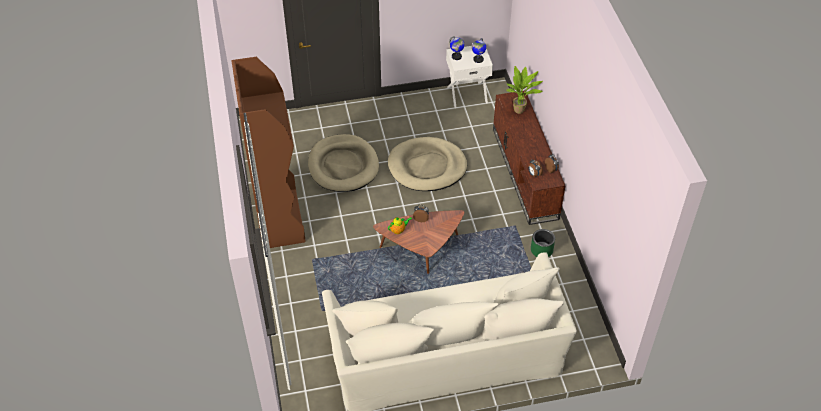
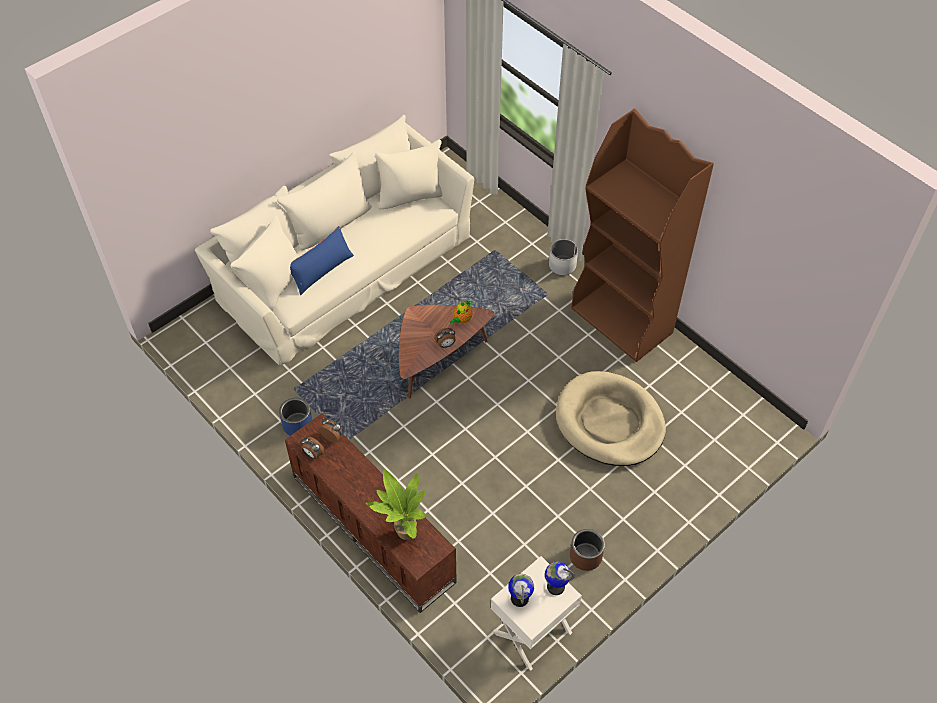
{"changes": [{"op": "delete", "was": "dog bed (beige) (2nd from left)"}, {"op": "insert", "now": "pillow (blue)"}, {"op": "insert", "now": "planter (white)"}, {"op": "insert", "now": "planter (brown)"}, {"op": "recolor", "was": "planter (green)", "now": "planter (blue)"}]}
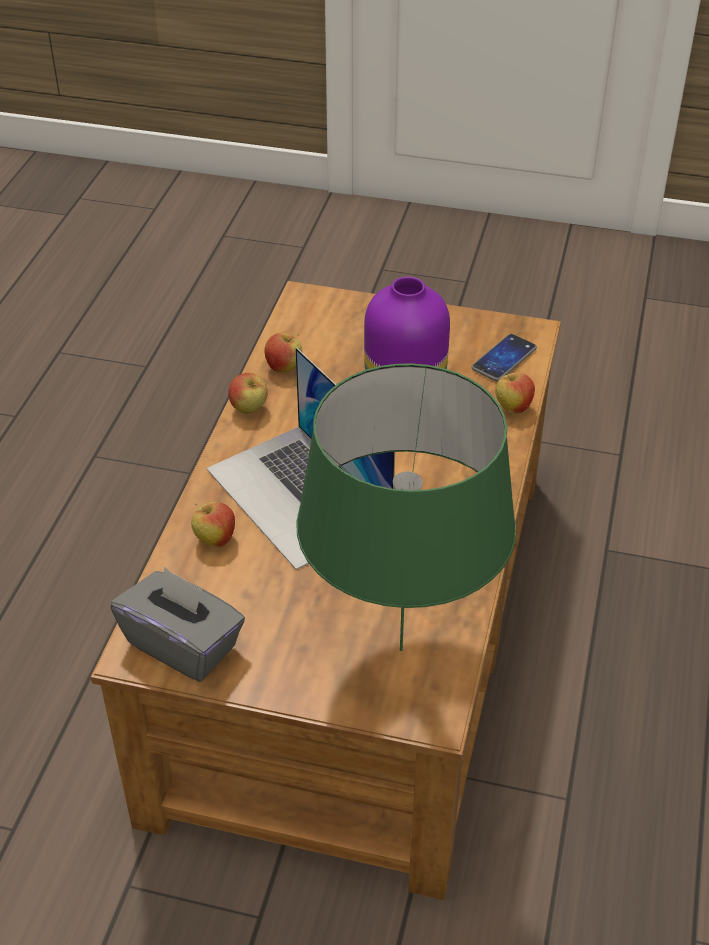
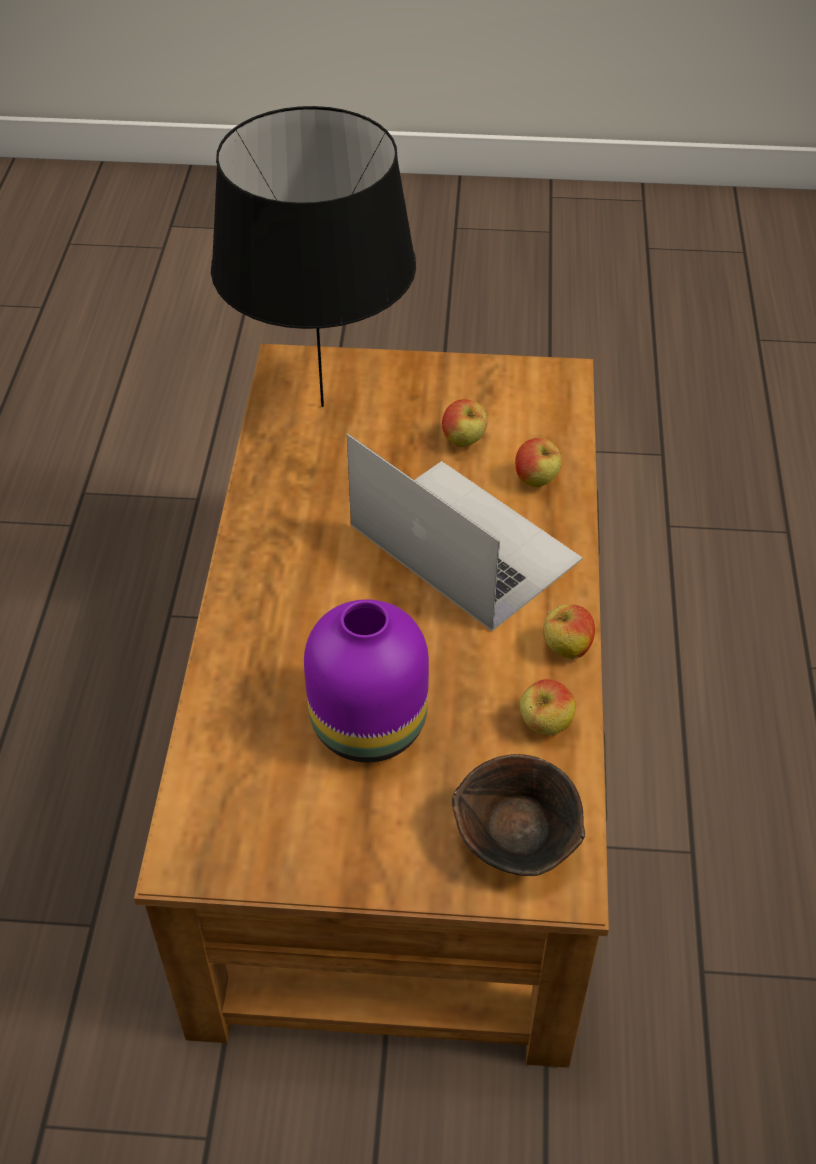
{"changes": [{"op": "delete", "was": "tissue box (grey)"}, {"op": "delete", "was": "phone"}, {"op": "insert", "now": "bowl (brown)"}, {"op": "move", "was": "apple (4th from left in the first image)", "now": "apple (1st from left)"}, {"op": "recolor", "was": "table lamp (green)", "now": "table lamp (black)"}]}
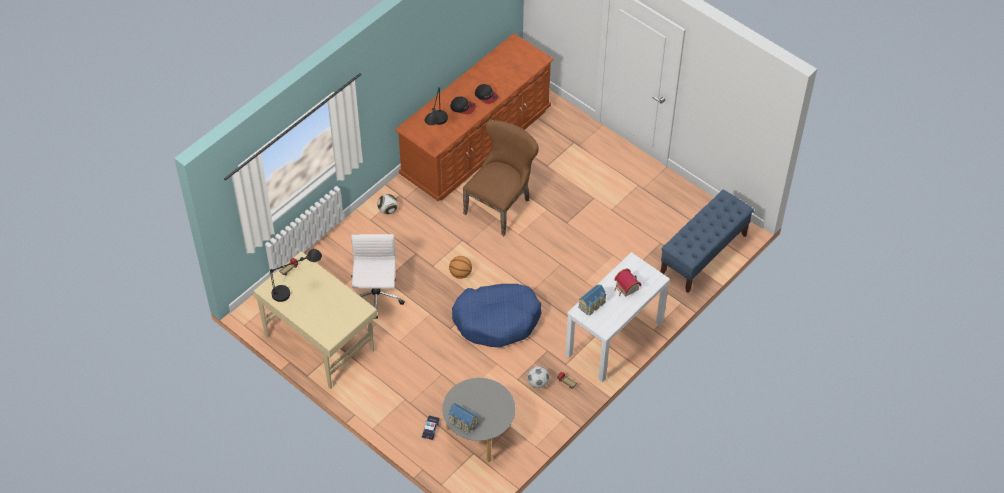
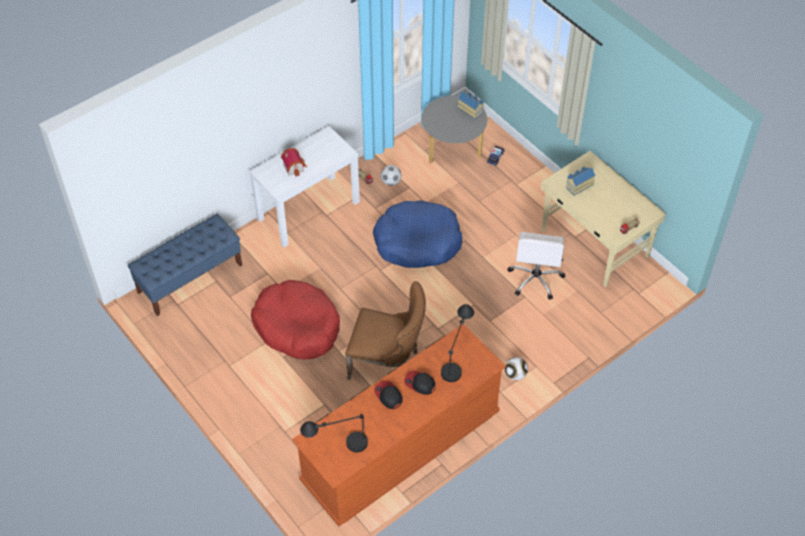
{"changes": [{"op": "delete", "was": "basketball"}, {"op": "insert", "now": "dog bed (red)"}, {"op": "move", "was": "table lamp (black) (1st from left)"}, {"op": "move", "was": "toy house (2nd from left in the first image)", "now": "toy house (3rd from left)"}, {"op": "rotate", "was": "chair (brown)", "clockwise": -120}]}
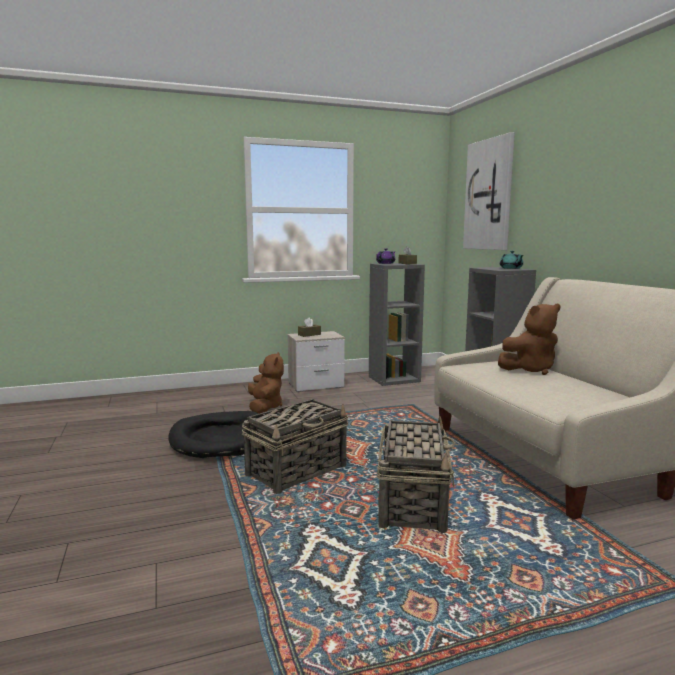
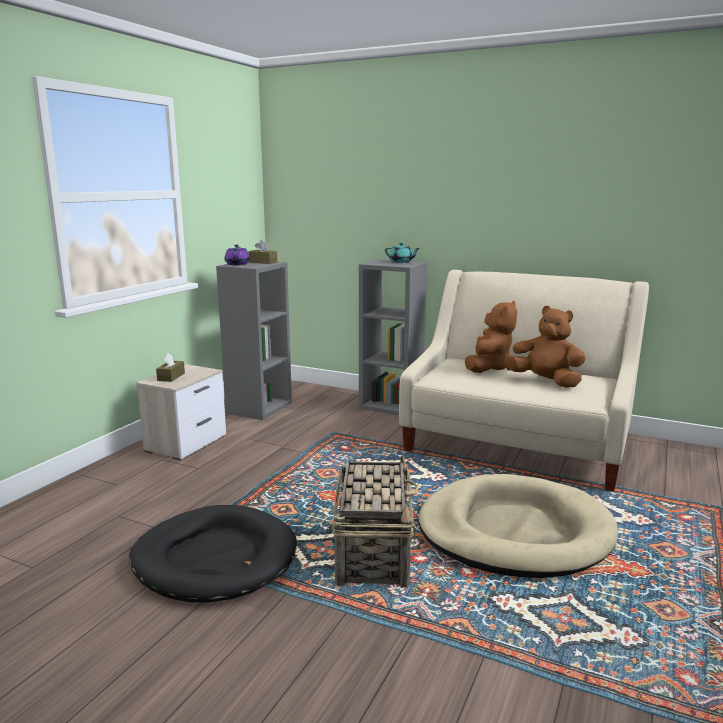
{"changes": [{"op": "delete", "was": "picture"}, {"op": "move", "was": "plush toy (brown) (1st from left in the first image)", "now": "plush toy (brown) (2nd from left)"}, {"op": "replace", "was": "basket (2nd from left)", "now": "dog bed (beige)"}]}
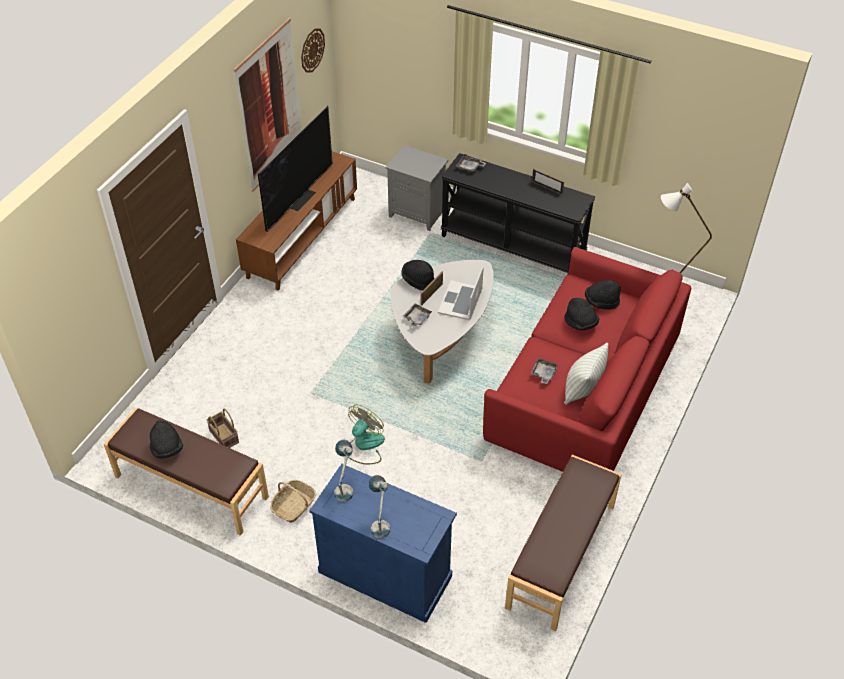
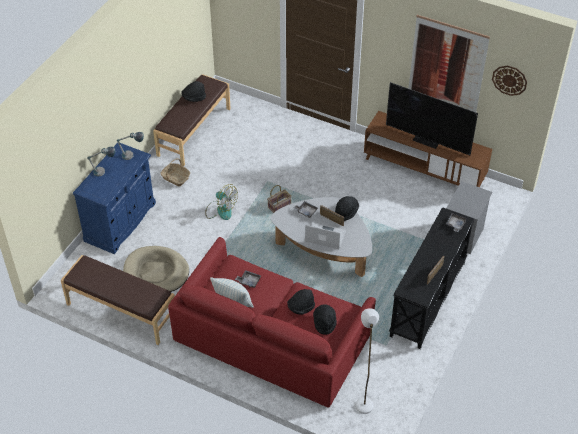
{"changes": [{"op": "insert", "now": "dog bed (beige)"}, {"op": "move", "was": "basket (1st from left in the first image)", "now": "basket (2nd from left)"}]}
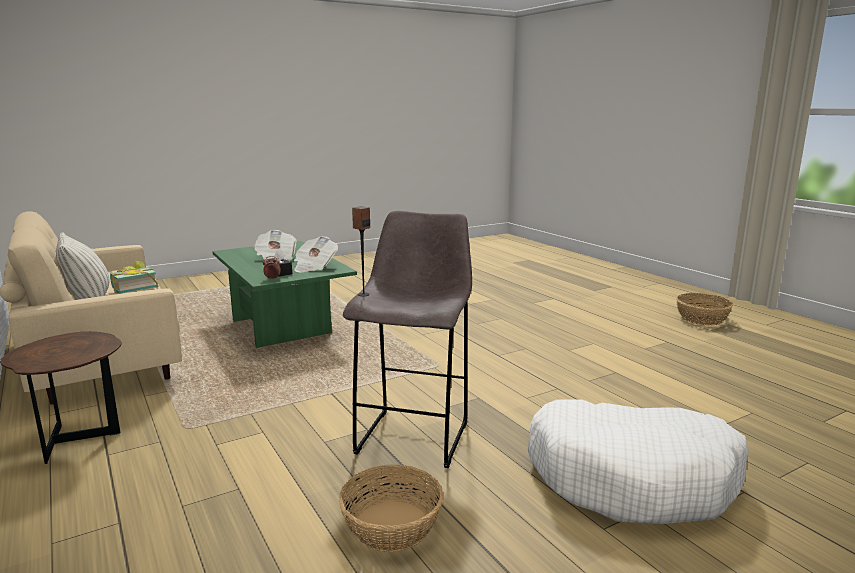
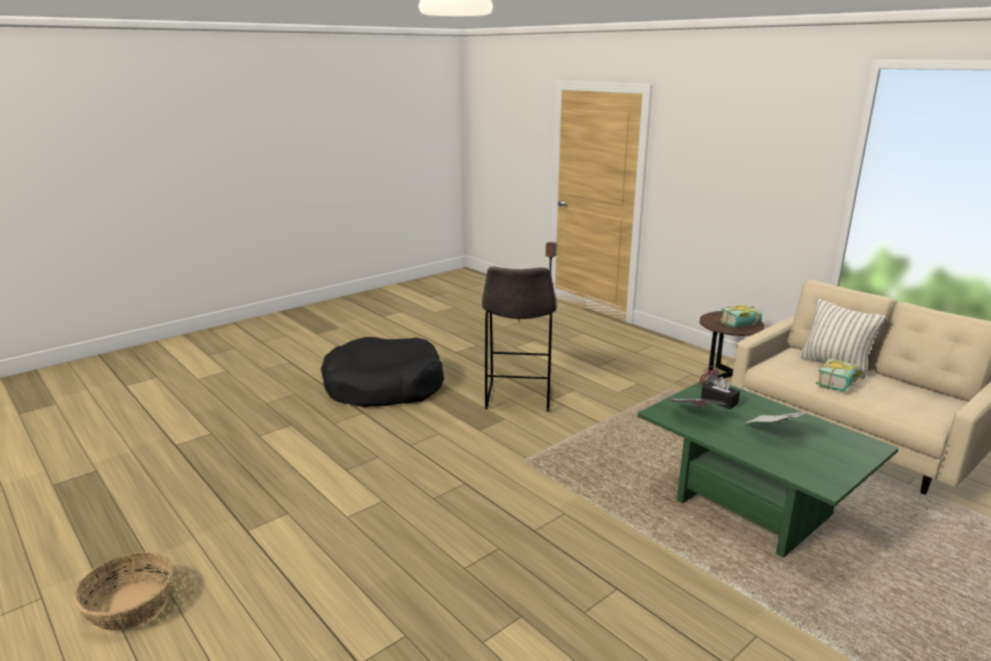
{"changes": [{"op": "delete", "was": "basket (1st from left)"}, {"op": "insert", "now": "book (1st from left)"}, {"op": "recolor", "was": "dog bed (white)", "now": "dog bed (black)"}]}
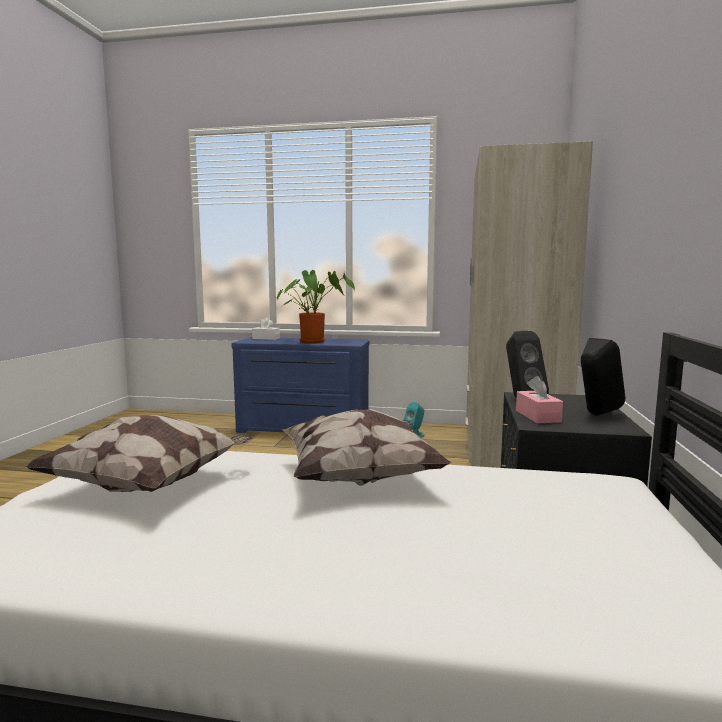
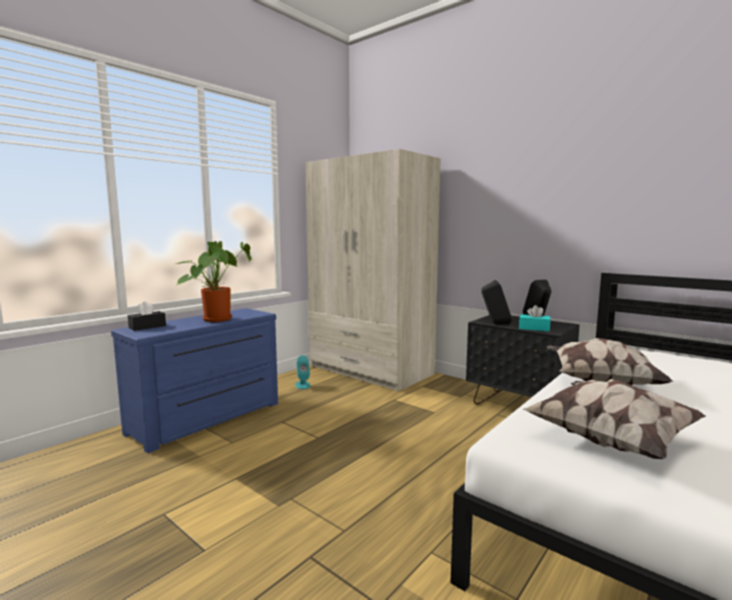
{"changes": [{"op": "recolor", "was": "tissue box (white)", "now": "tissue box (black)"}, {"op": "recolor", "was": "tissue box (pink)", "now": "tissue box (turquoise)"}]}
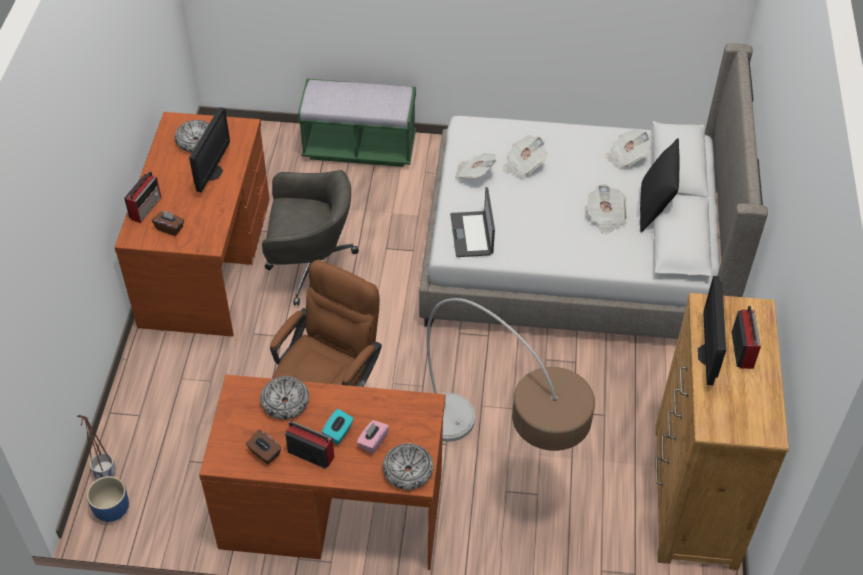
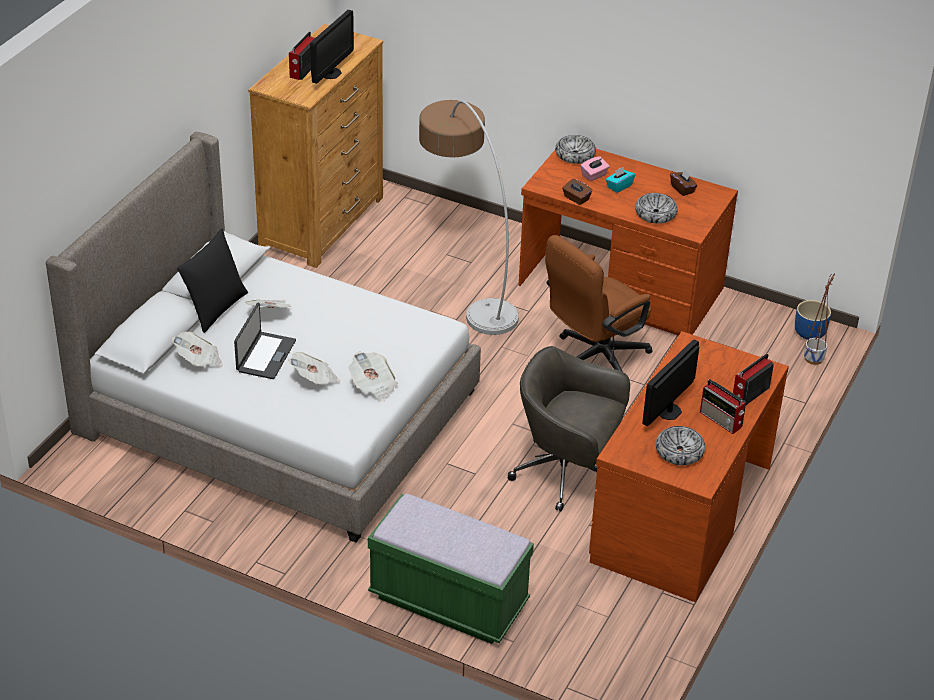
{"changes": [{"op": "move", "was": "tissue box (brown) (1st from left)"}, {"op": "move", "was": "radio (2nd from left)"}, {"op": "move", "was": "laptop"}]}
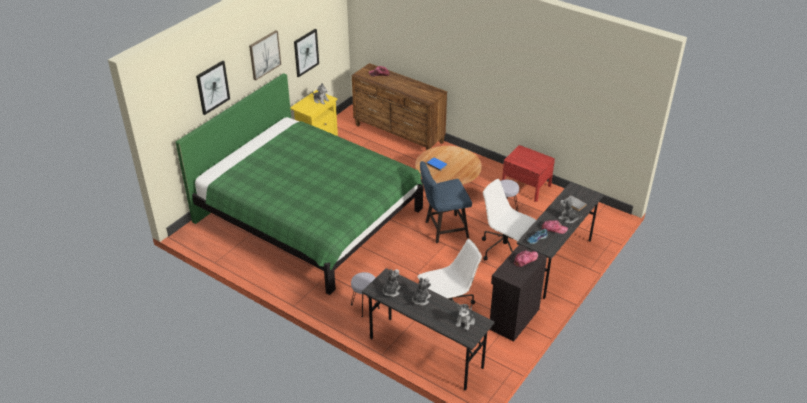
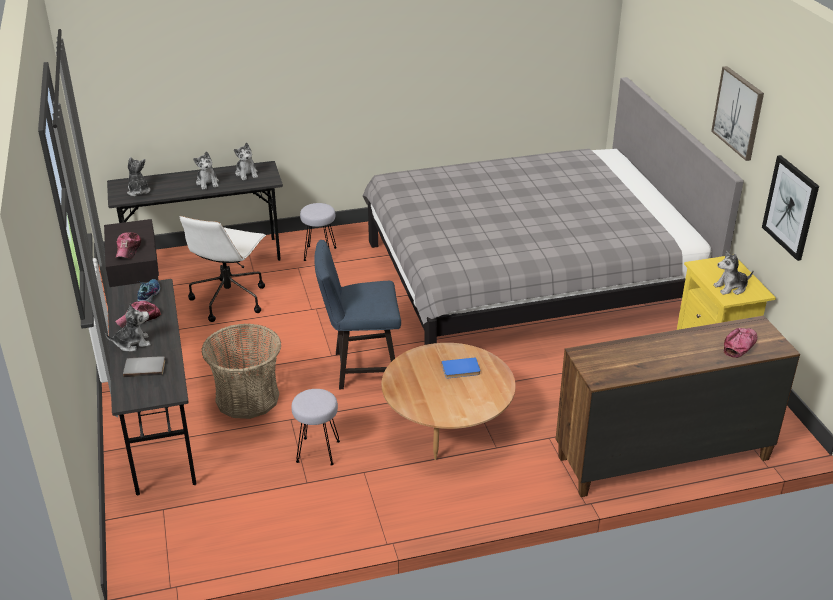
{"changes": [{"op": "delete", "was": "picture (1st from left)"}, {"op": "delete", "was": "nightstand (red)"}, {"op": "replace", "was": "office chair (white) (2nd from left)", "now": "basket"}, {"op": "recolor", "was": "bed (green)", "now": "bed (grey)"}, {"op": "rotate", "was": "chair (blue)", "clockwise": -120}]}
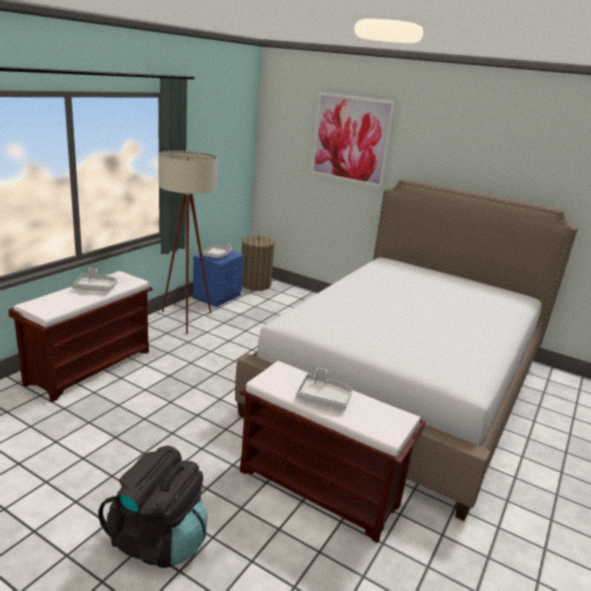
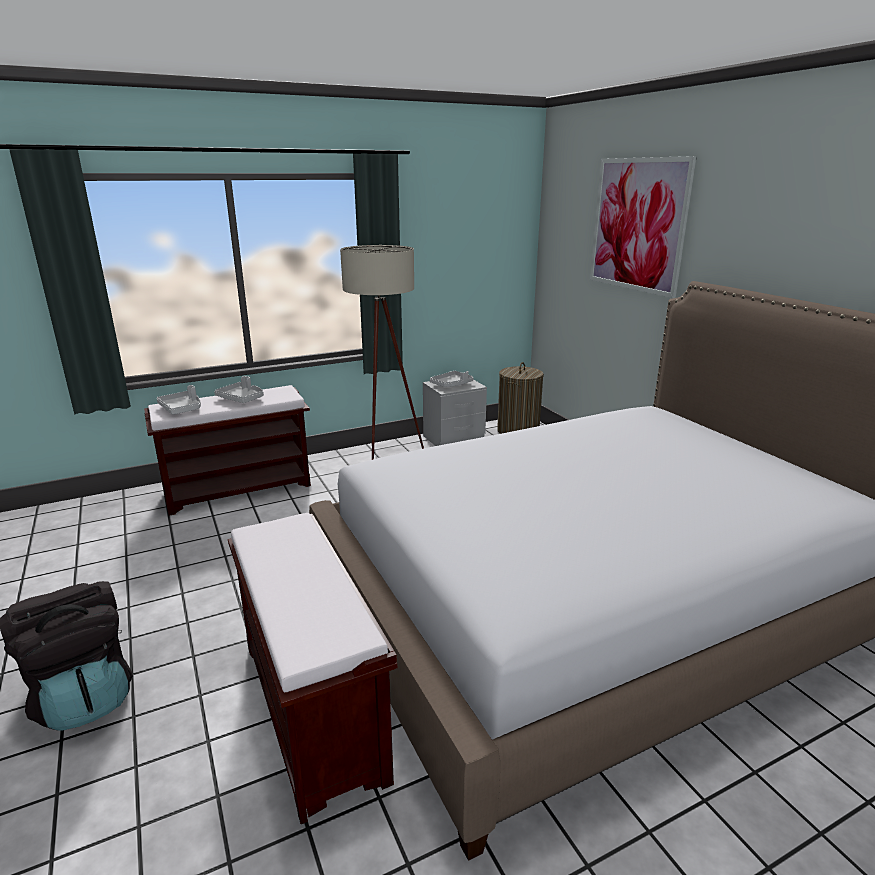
{"changes": [{"op": "move", "was": "tray (grey) (3rd from left in the first image)", "now": "tray (grey) (1st from left)"}, {"op": "recolor", "was": "nightstand (blue)", "now": "nightstand (grey)"}]}
